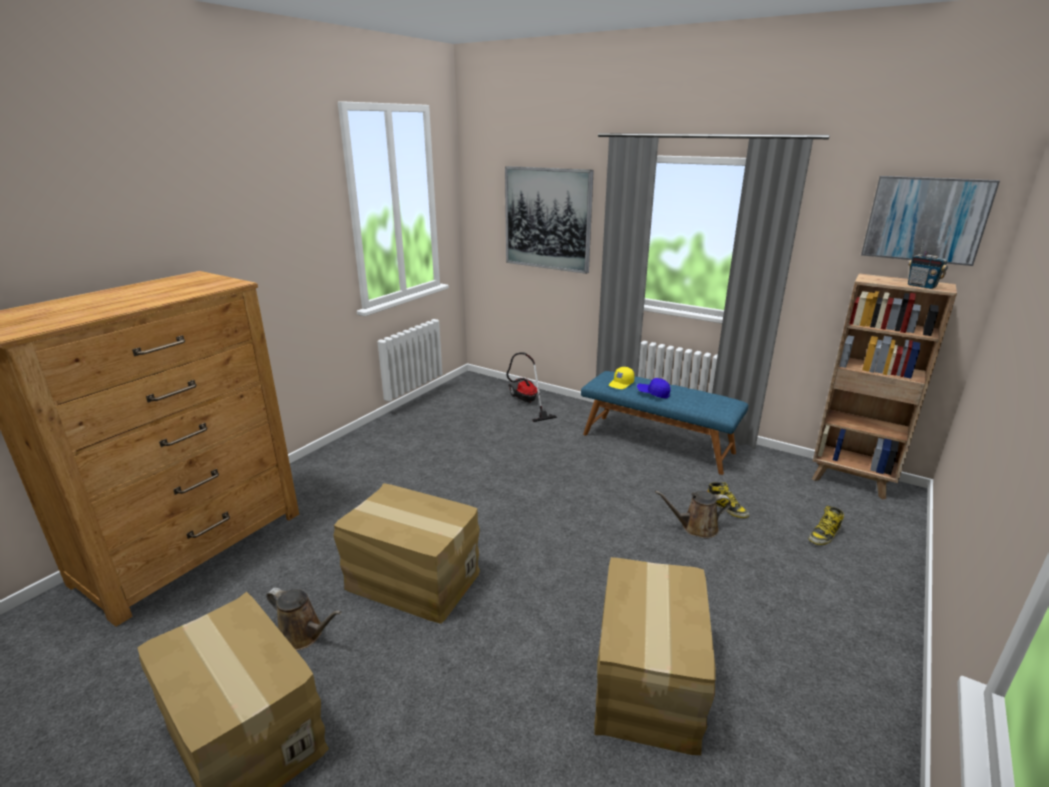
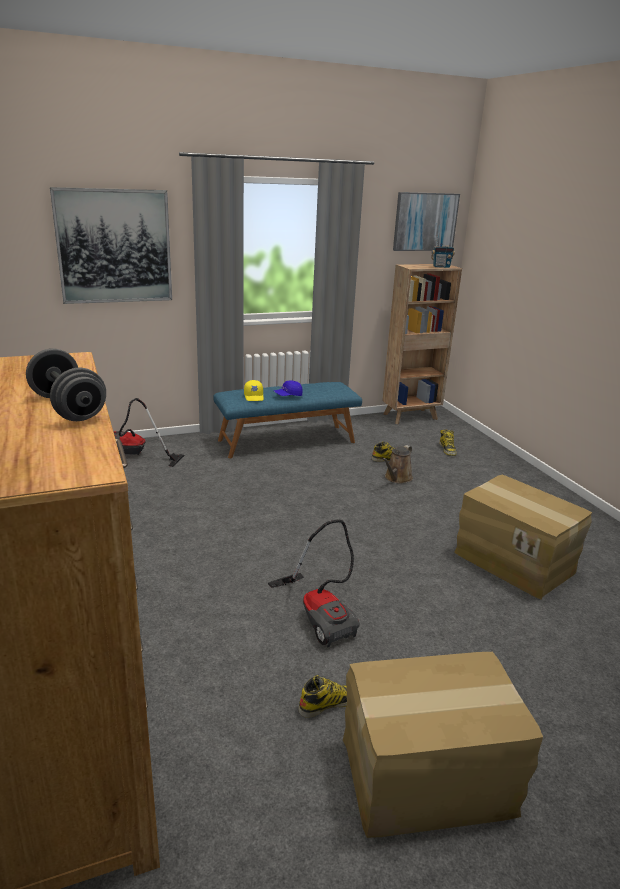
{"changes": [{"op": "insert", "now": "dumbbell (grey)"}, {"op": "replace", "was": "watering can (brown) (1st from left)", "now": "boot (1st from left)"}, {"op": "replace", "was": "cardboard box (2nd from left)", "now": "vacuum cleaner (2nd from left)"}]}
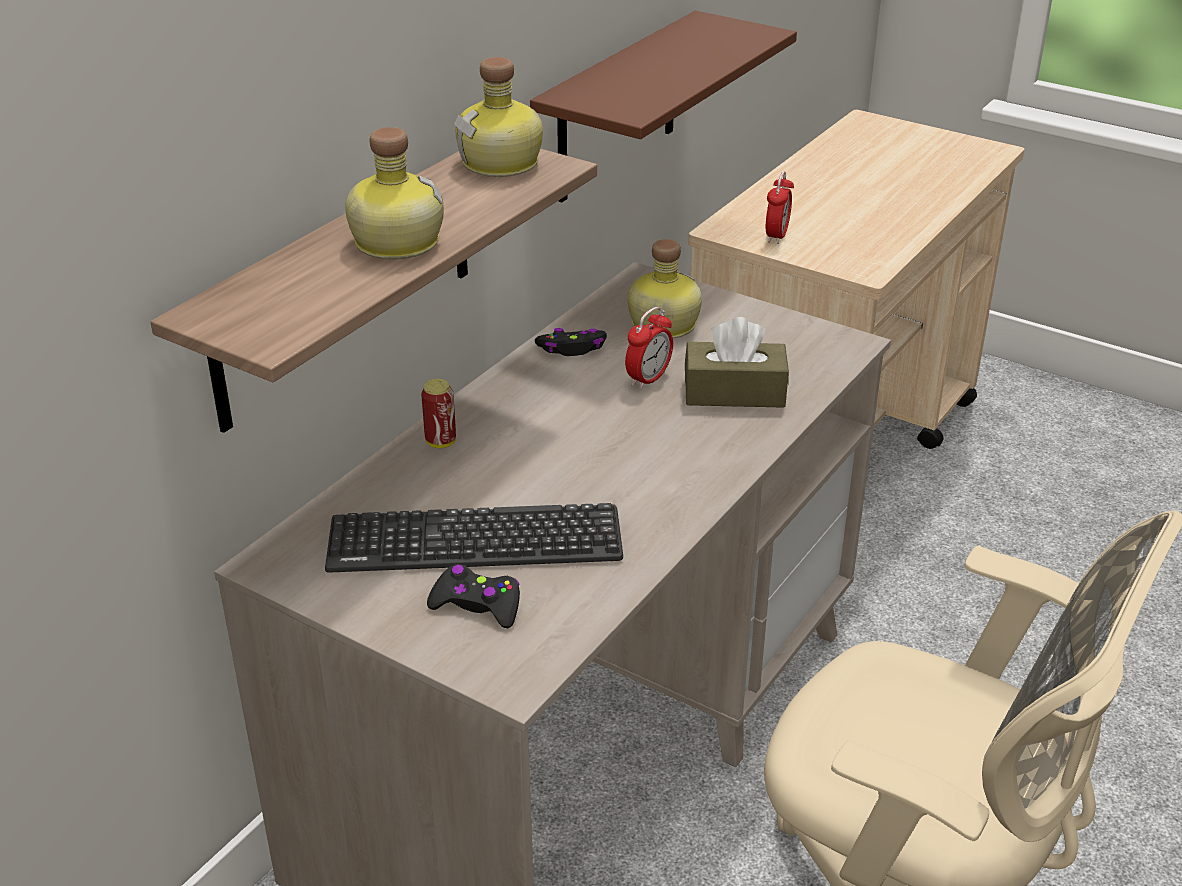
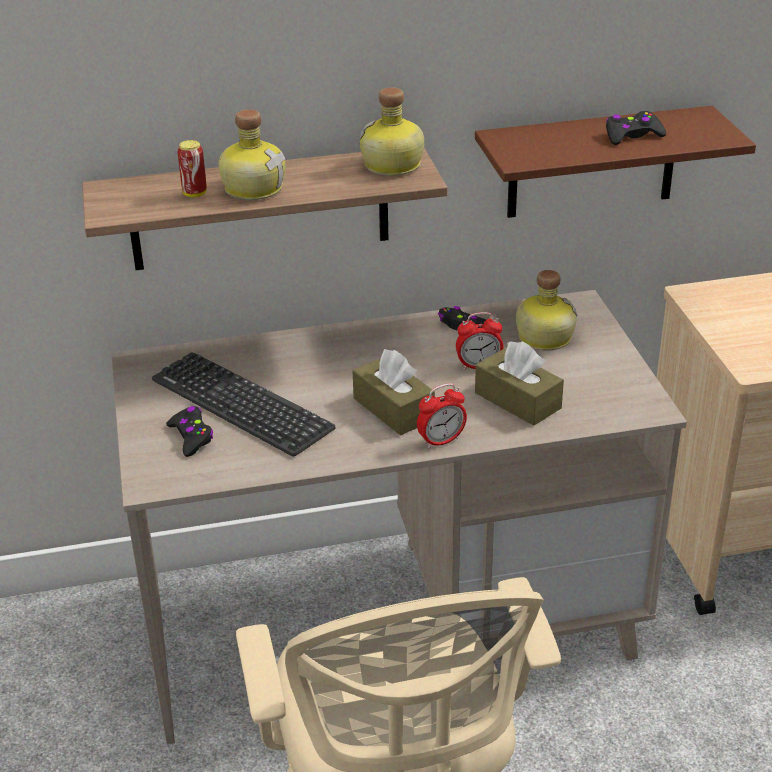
{"changes": [{"op": "insert", "now": "tissue box (brown) (1st from left)"}, {"op": "insert", "now": "game controller (black) (3rd from left)"}, {"op": "move", "was": "can"}, {"op": "move", "was": "alarm clock (2nd from left in the first image)", "now": "alarm clock (1st from left)"}]}
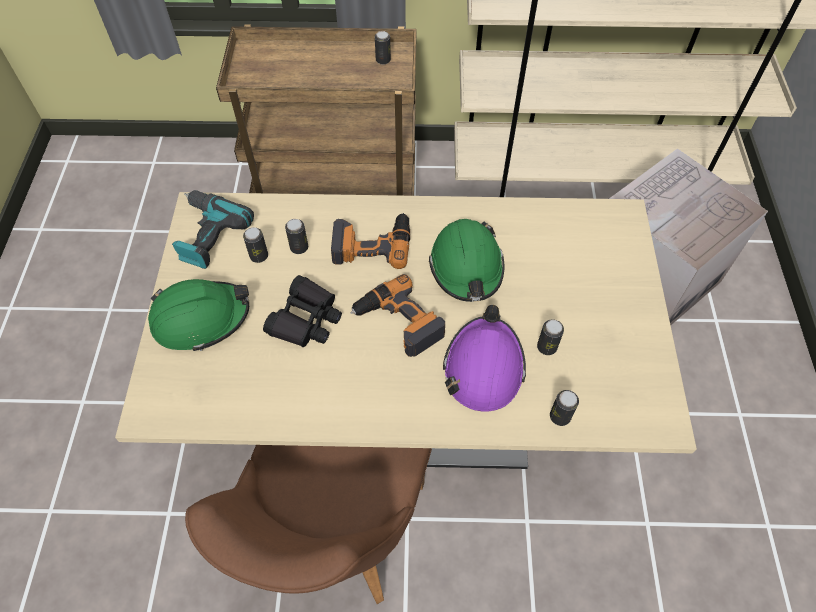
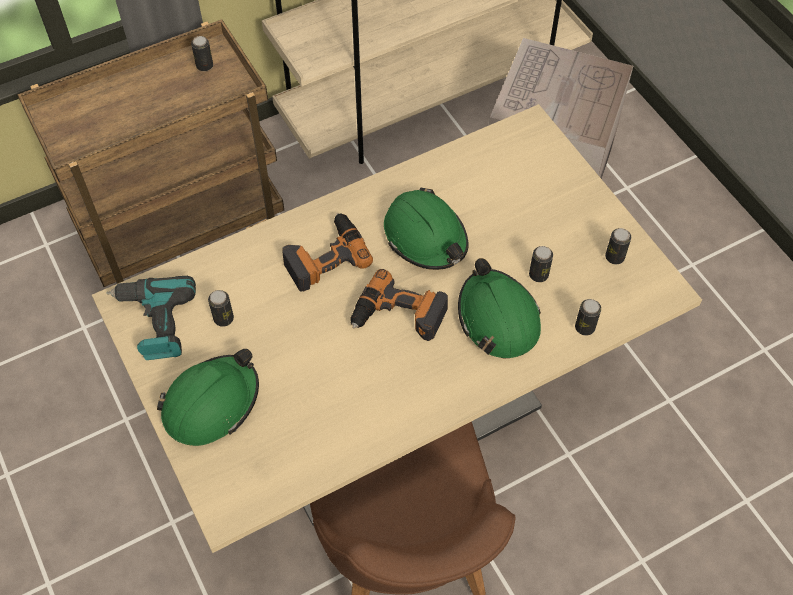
{"changes": [{"op": "delete", "was": "binoculars (black)"}, {"op": "move", "was": "can (2nd from left in the first image)", "now": "can (5th from left)"}, {"op": "recolor", "was": "hard hat (purple)", "now": "hard hat (green) (3rd from left)"}]}
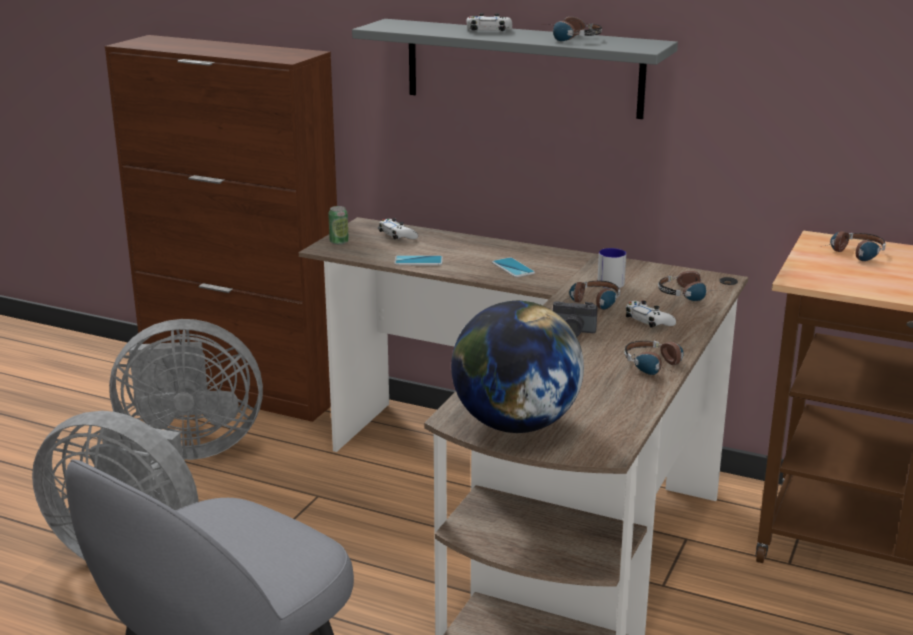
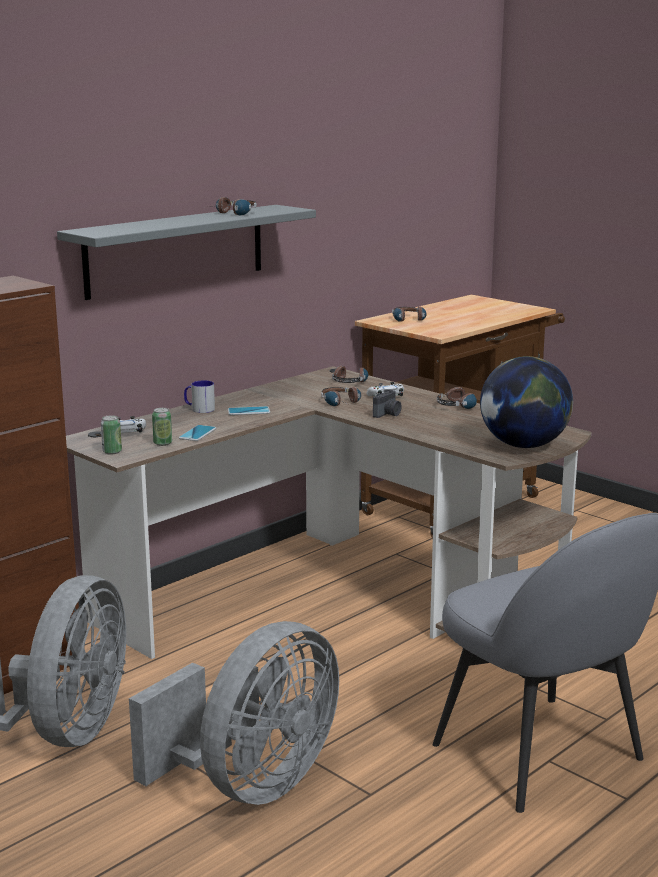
{"changes": [{"op": "delete", "was": "game controller (white) (2nd from left)"}, {"op": "insert", "now": "can (2nd from left)"}, {"op": "move", "was": "mug"}]}
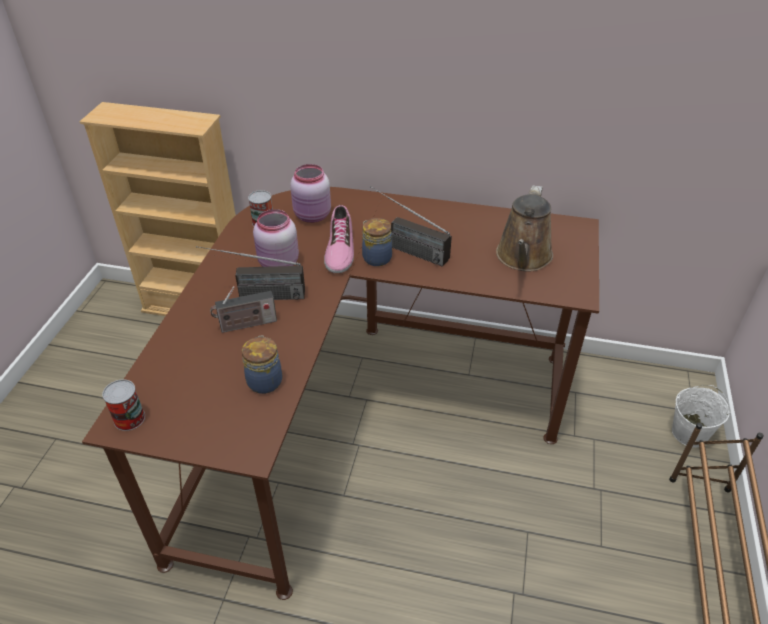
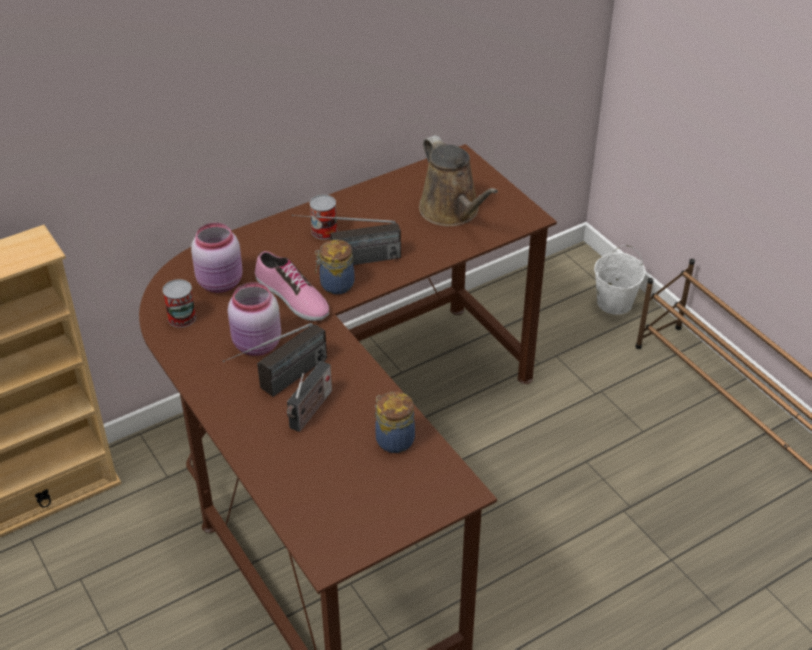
{"changes": [{"op": "move", "was": "can (1st from left in the first image)", "now": "can (2nd from left)"}]}
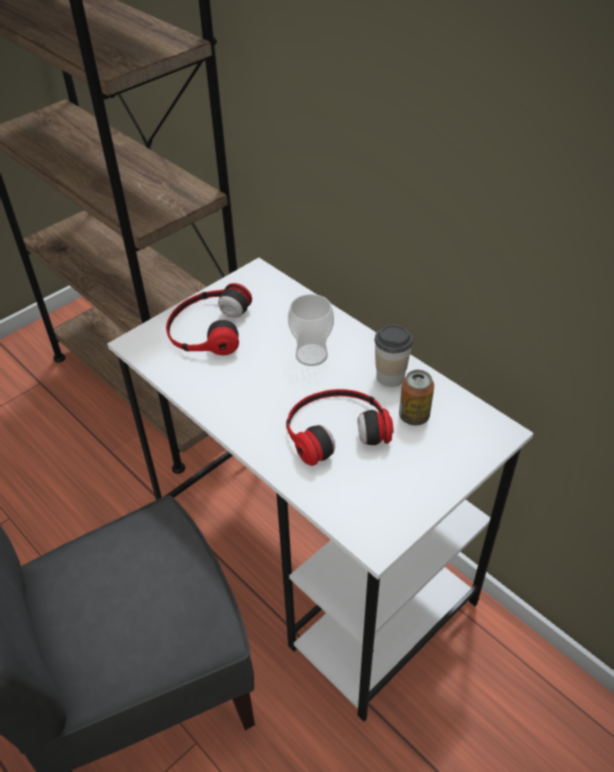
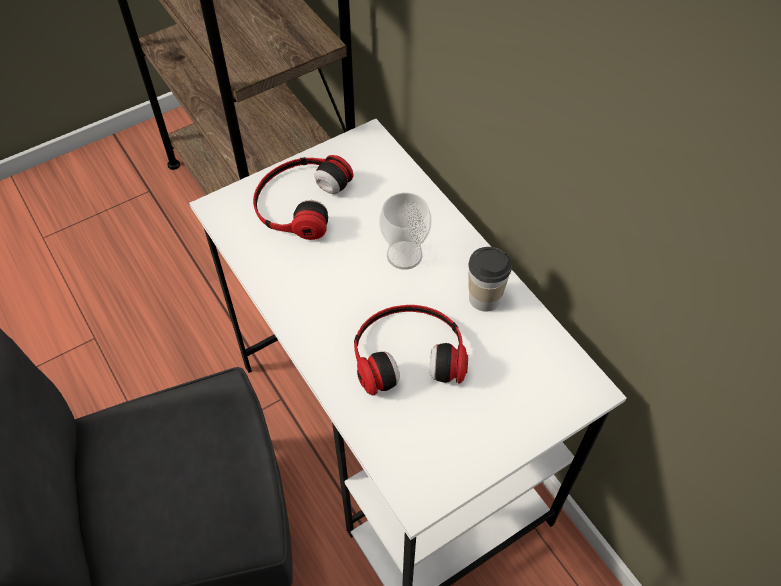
{"changes": [{"op": "delete", "was": "can"}]}
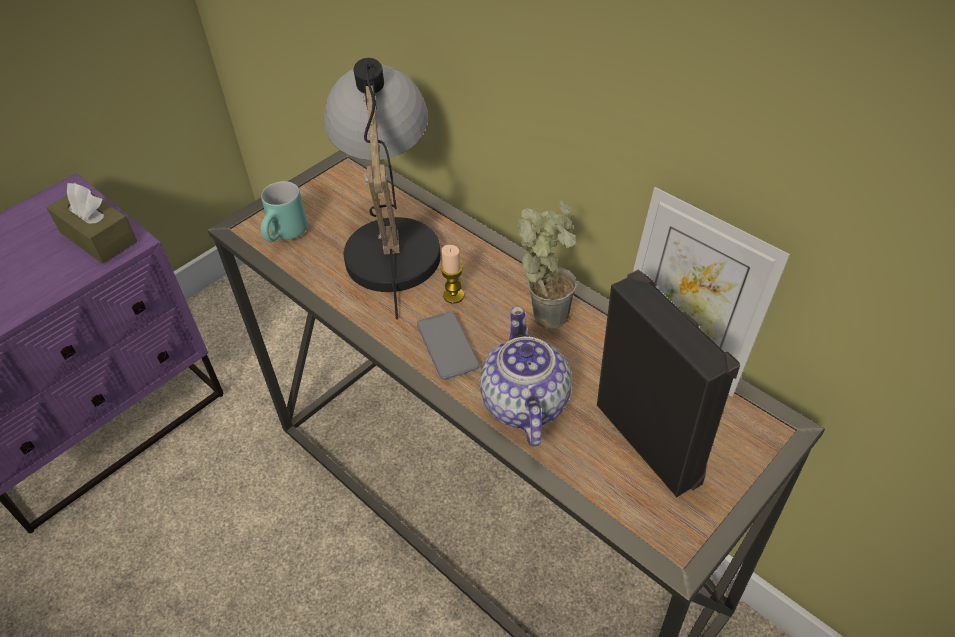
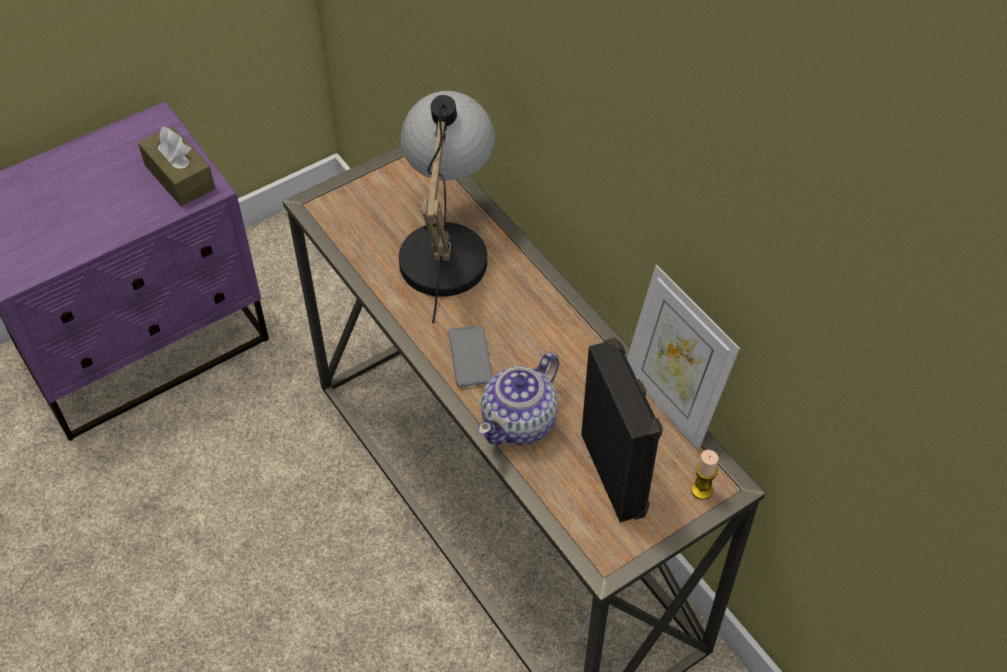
{"changes": [{"op": "delete", "was": "mug (turquoise)"}, {"op": "delete", "was": "potted plant"}, {"op": "move", "was": "candle"}, {"op": "rotate", "was": "teapot", "clockwise": -150}]}
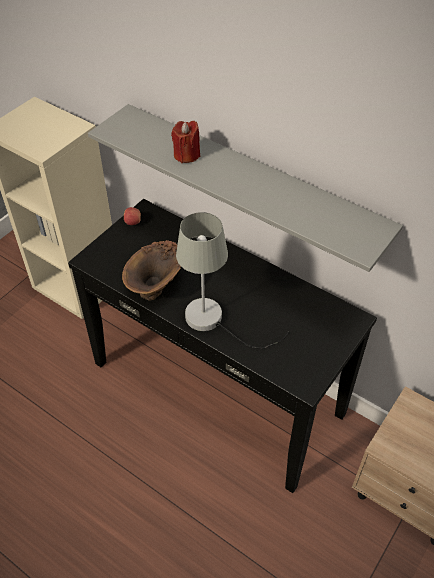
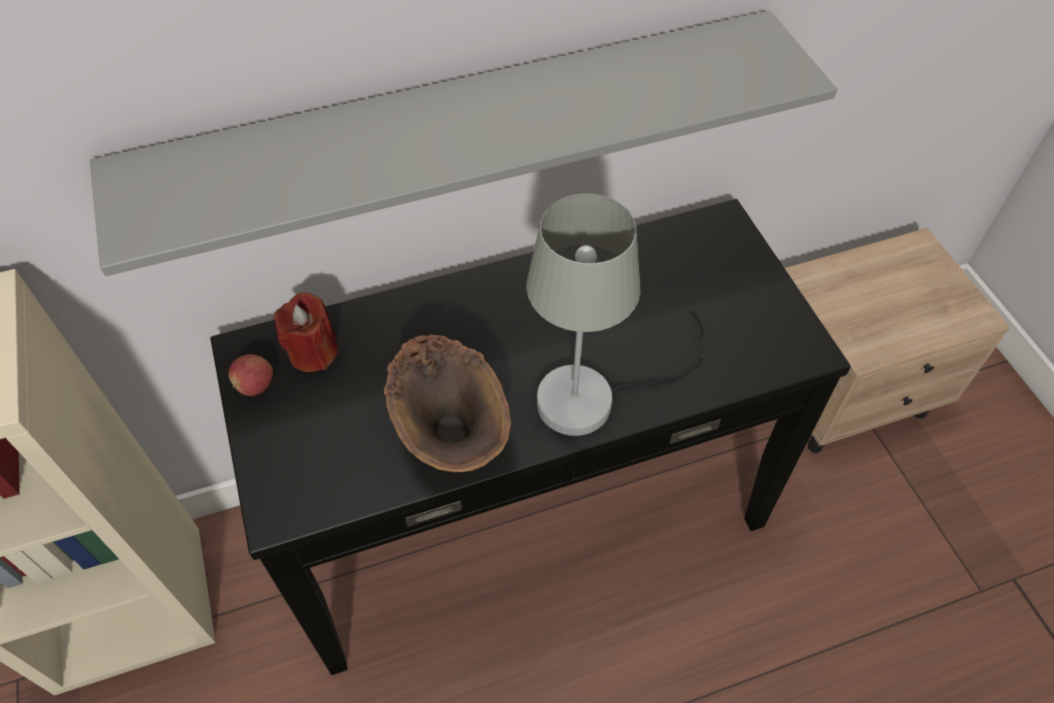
{"changes": [{"op": "move", "was": "candle (red)"}]}
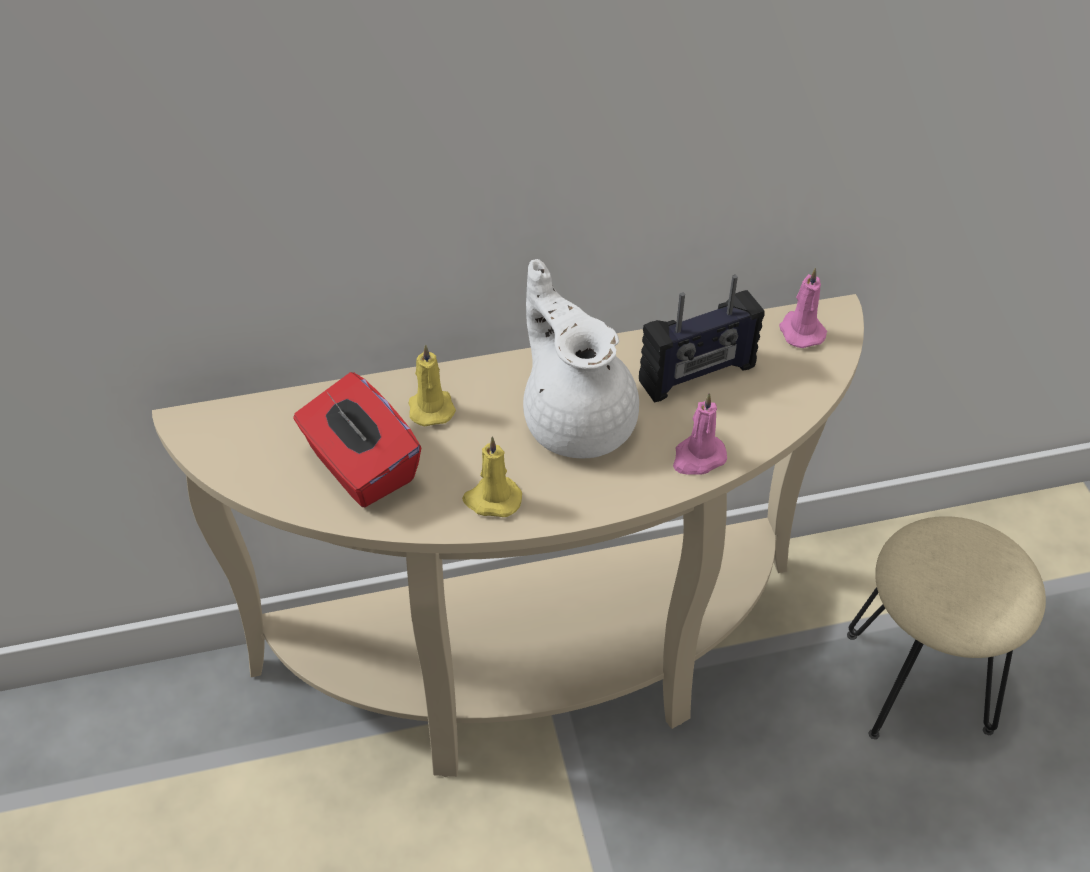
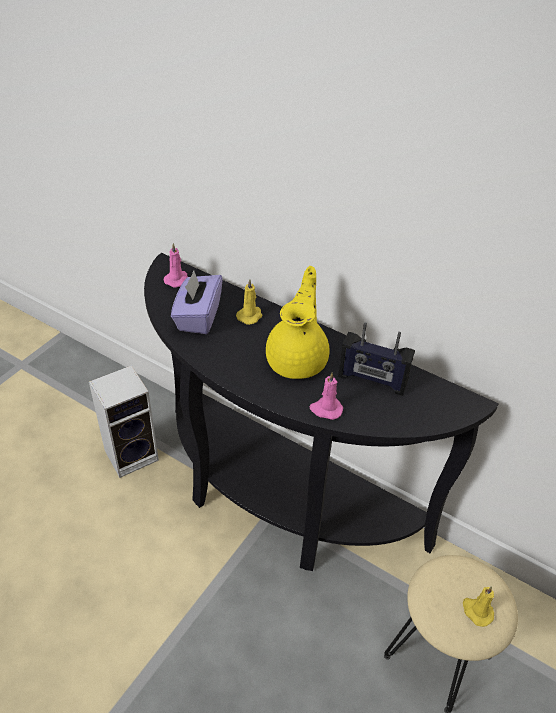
{"changes": [{"op": "insert", "now": "speaker"}, {"op": "move", "was": "candle (yellow) (2nd from left)"}, {"op": "move", "was": "candle (pink) (2nd from left in the first image)", "now": "candle (pink) (1st from left)"}, {"op": "recolor", "was": "console table (beige)", "now": "console table (black)"}, {"op": "recolor", "was": "tissue box (red)", "now": "tissue box (purple)"}, {"op": "recolor", "was": "teapot (white)", "now": "teapot (yellow)"}]}
